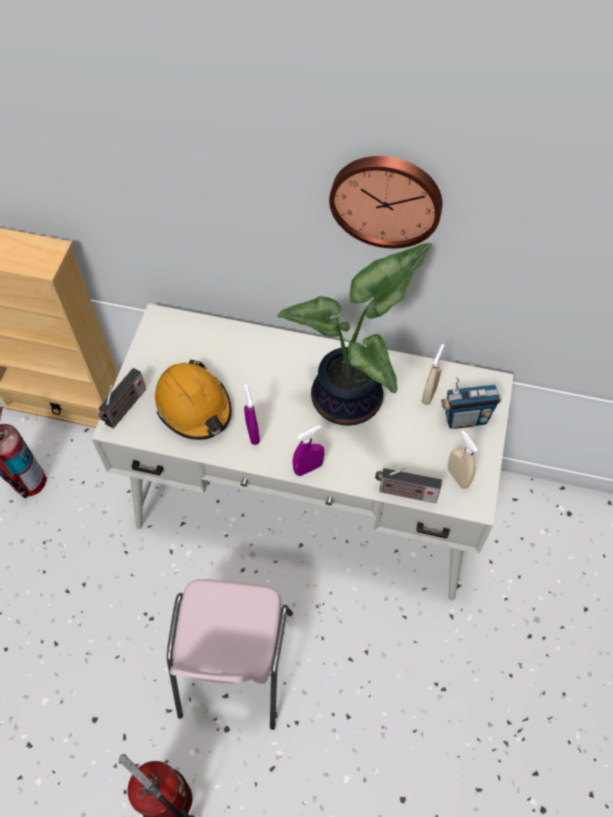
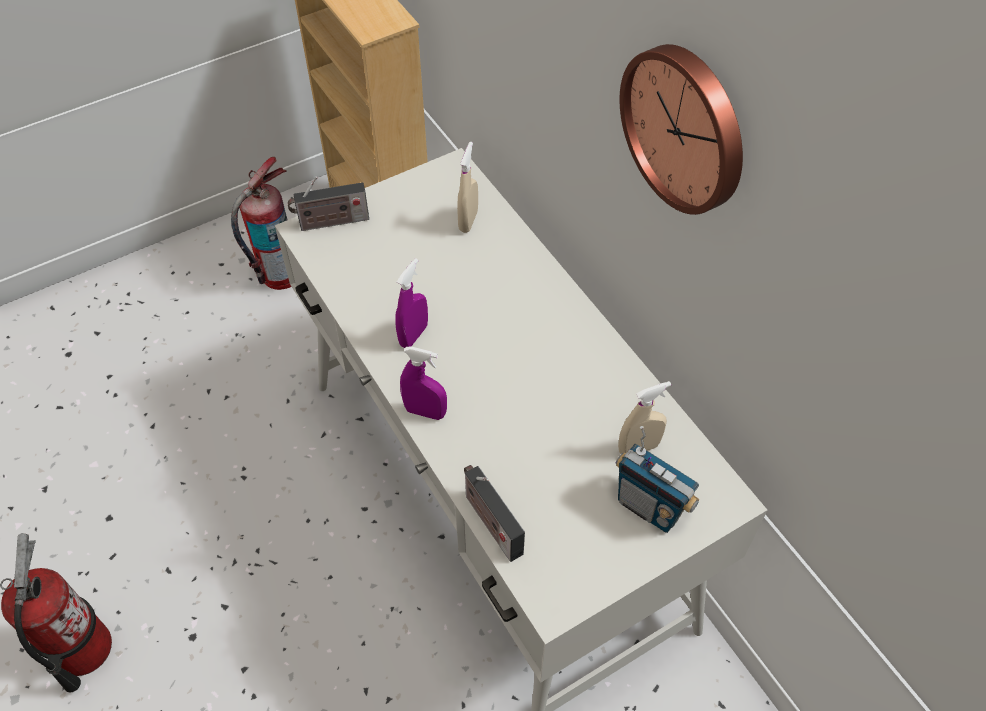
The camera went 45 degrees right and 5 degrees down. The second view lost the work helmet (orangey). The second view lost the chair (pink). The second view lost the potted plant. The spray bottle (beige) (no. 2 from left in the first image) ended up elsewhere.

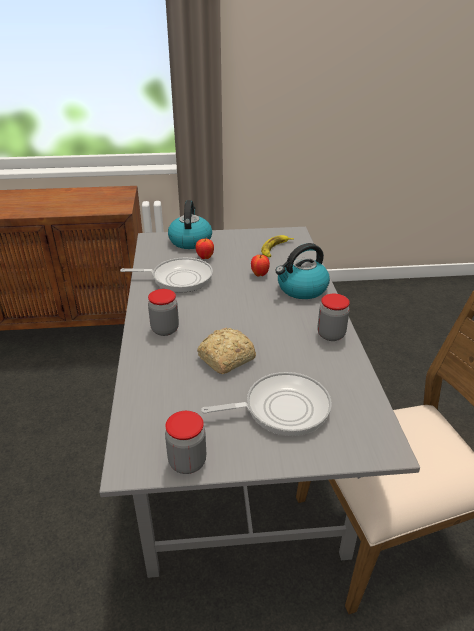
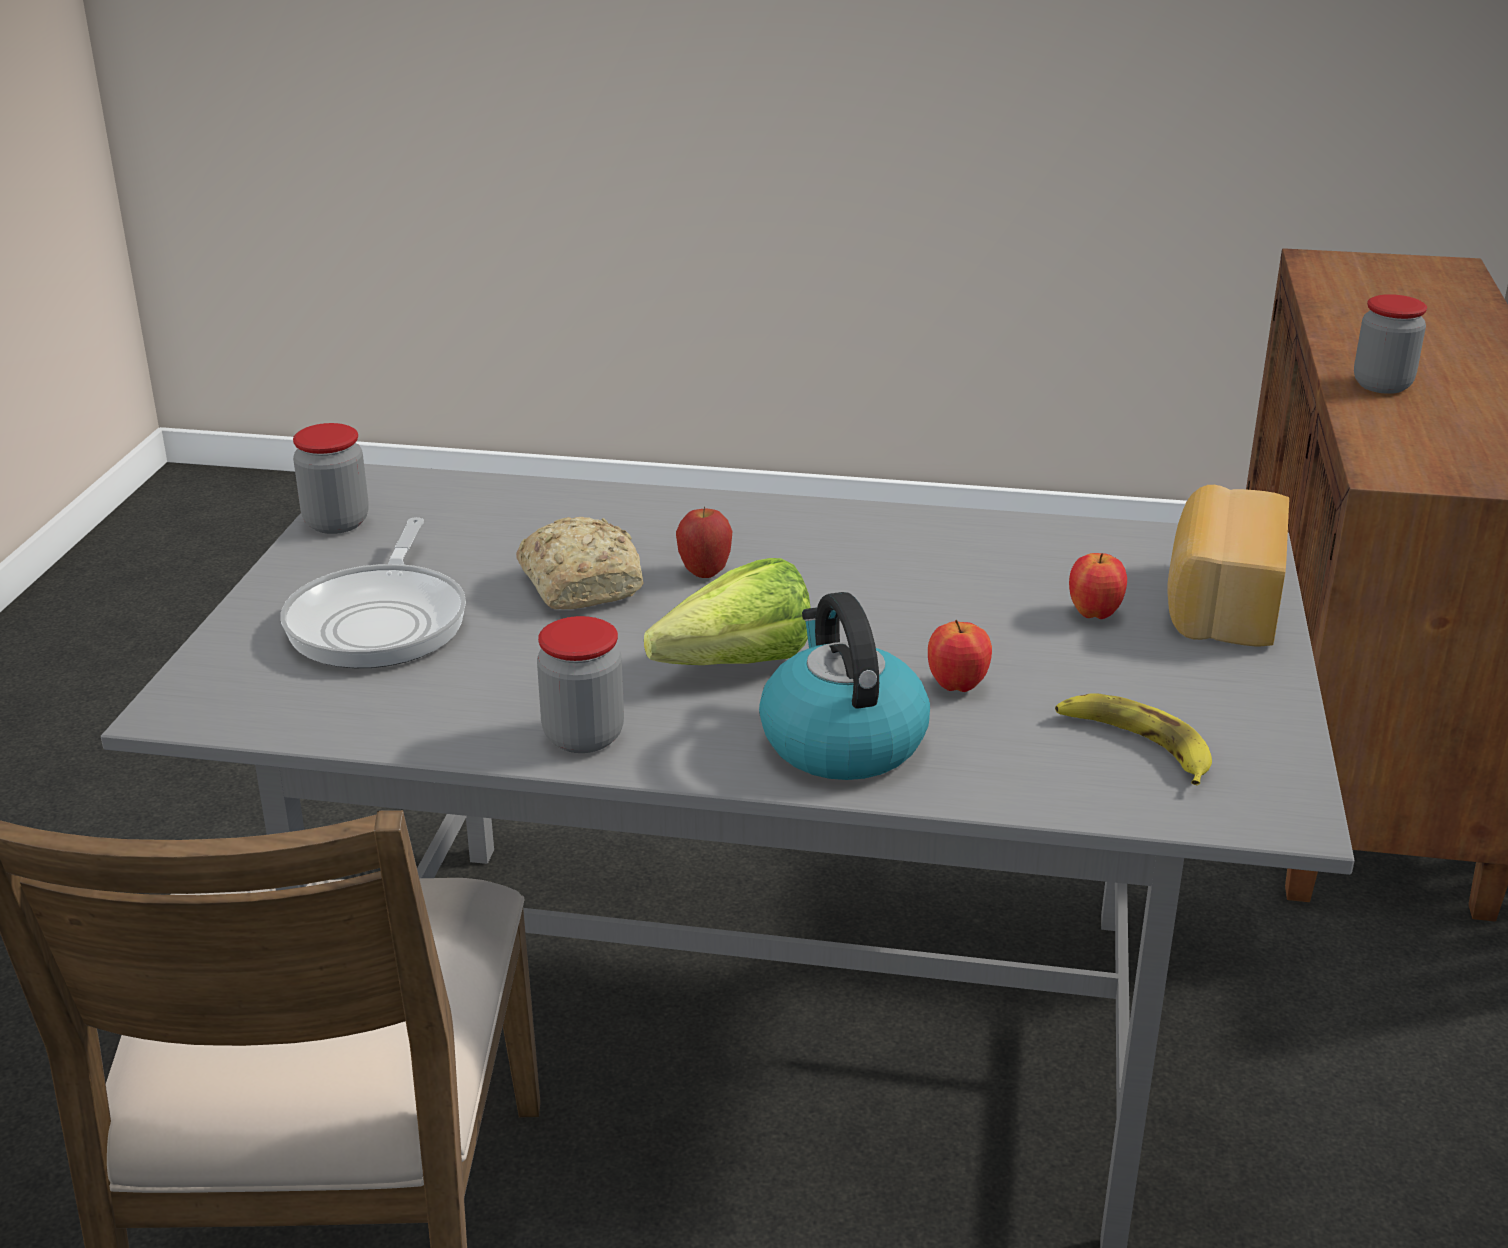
The camera went 105 degrees right and 5 degrees down. The second view lost the frying pan (no. 1 from left). The second view gained the head of lettuce. The second view gained the apple (no. 1 from left). The jar (no. 1 from left in the first image) ended up elsewhere. Where the kettle (no. 1 from left) stood, the bread (no. 2 from left) came to stand.

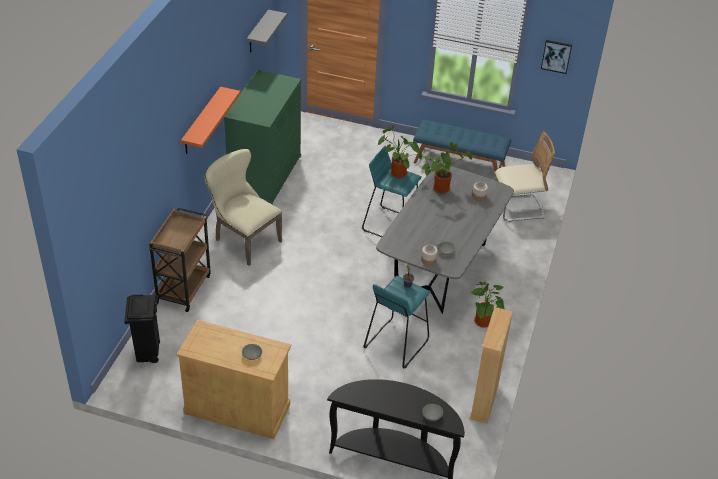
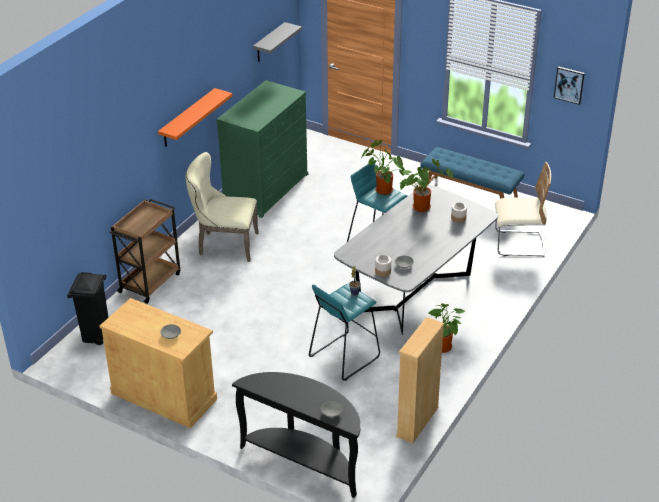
The camera went 15 degrees right and 5 degrees down. The chair (beige) (no. 1 from left) ended up facing another way, 45 degrees counterclockwise from before.

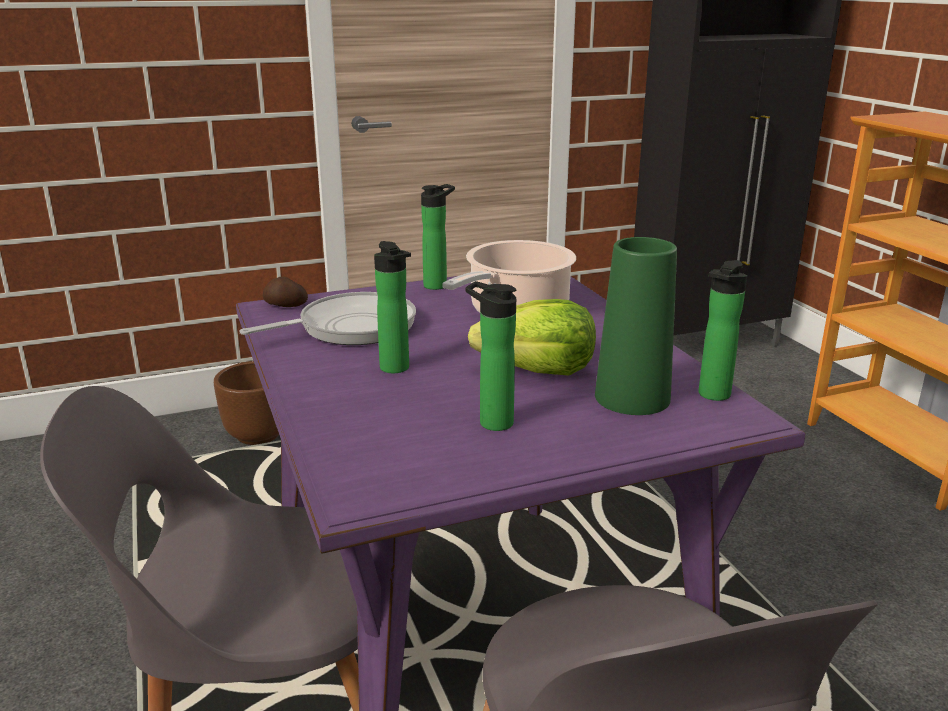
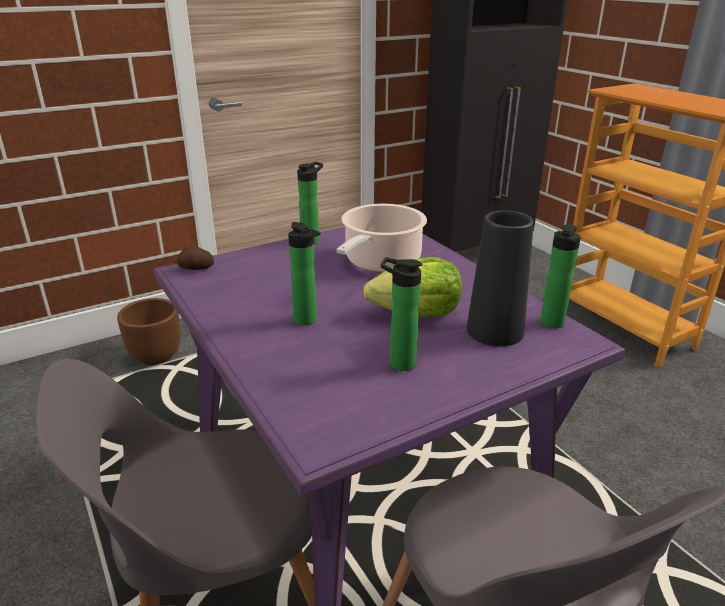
The camera went 10 degrees left and 5 degrees up. The second view lost the frying pan. What was the flower vase (green-coloured) turned into the flower vase (black).

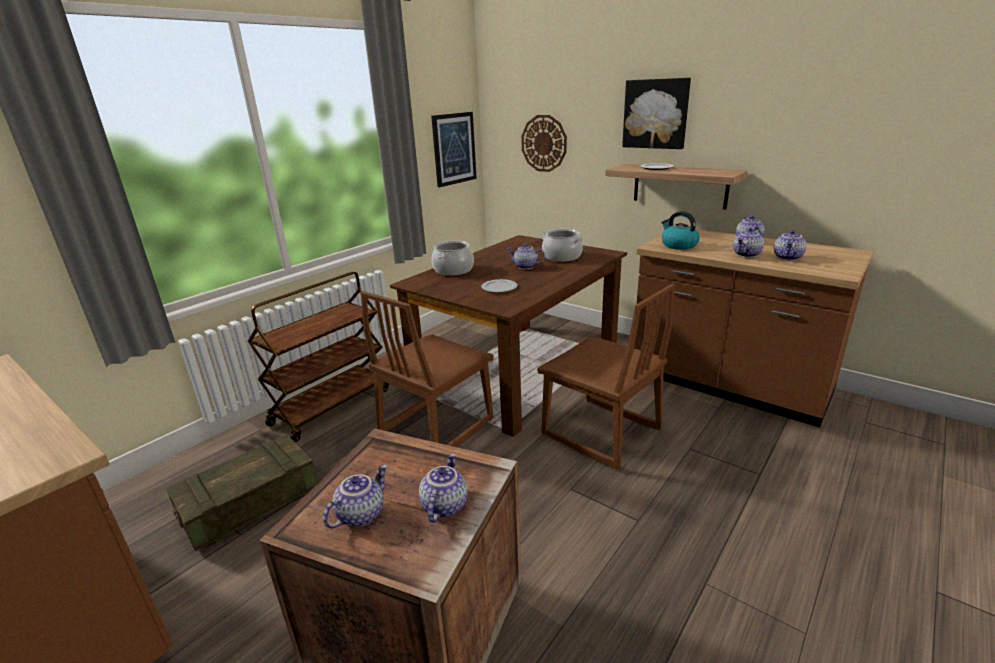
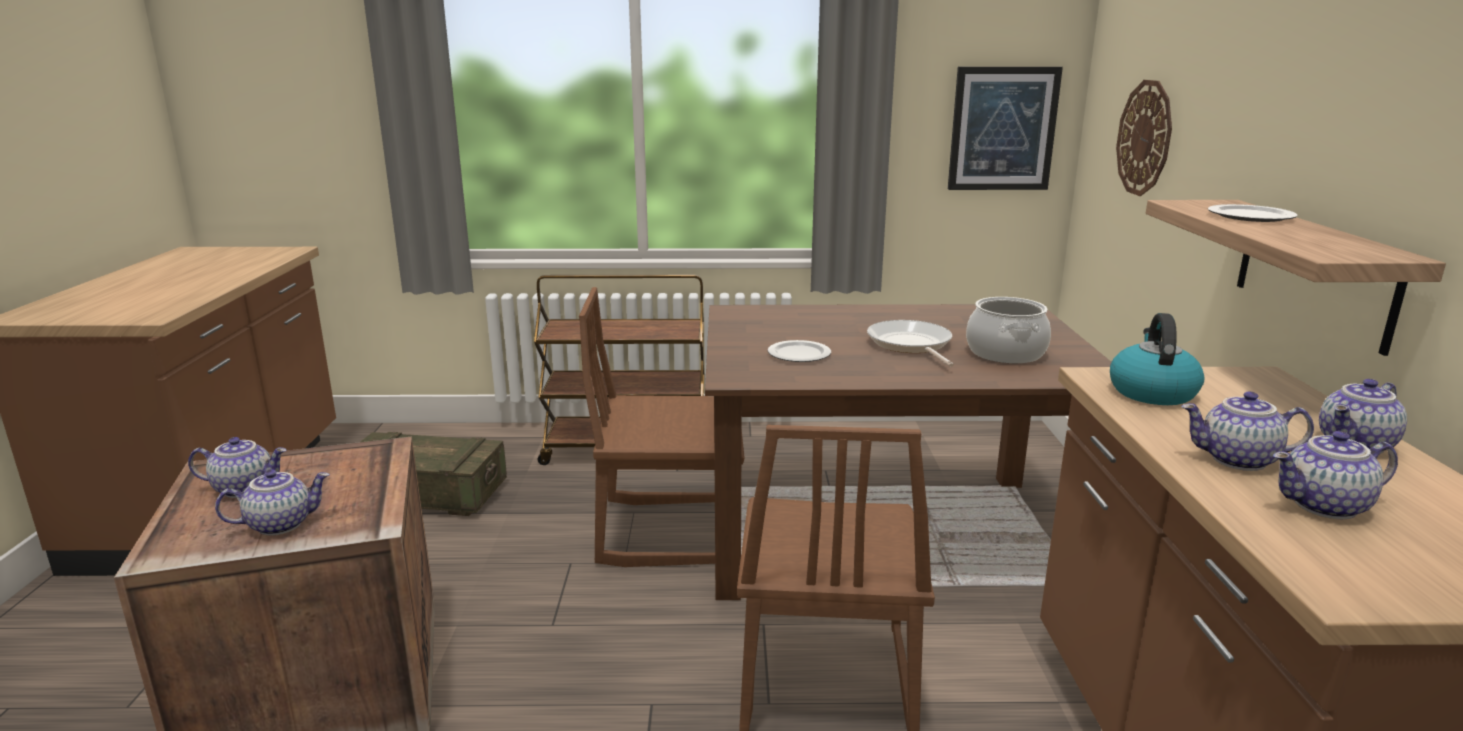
The camera went 50 degrees right and 5 degrees down. The second view lost the stockpot (no. 1 from left). The second view lost the picture (no. 2 from left). Where the pot for tea (no. 3 from left) stood, the frying pan came to stand.

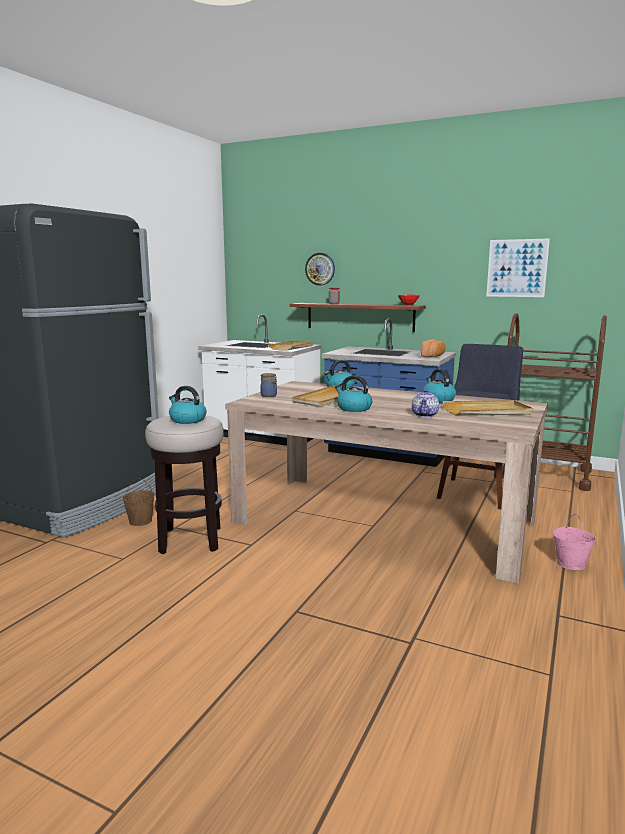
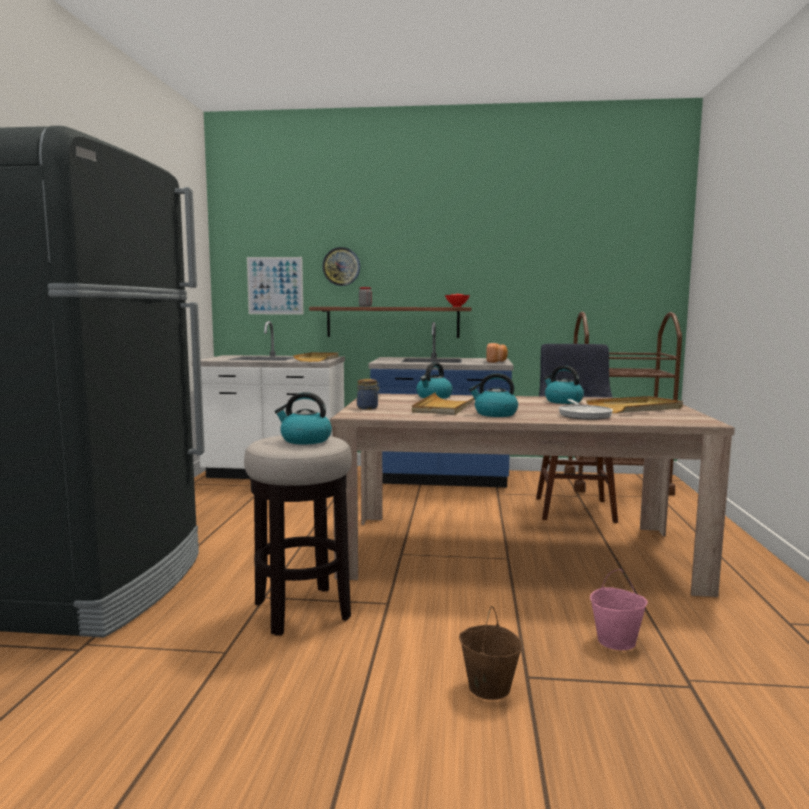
The camera went 20 degrees left and 5 degrees down. The bucket (brownish) ended up elsewhere. The picture ended up elsewhere. The bucket (pink) ended up elsewhere. Where the pot for tea stood, the frying pan came to stand.

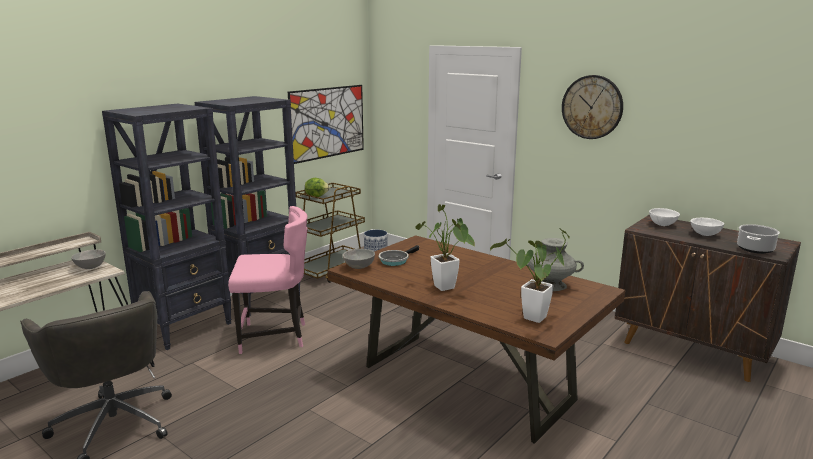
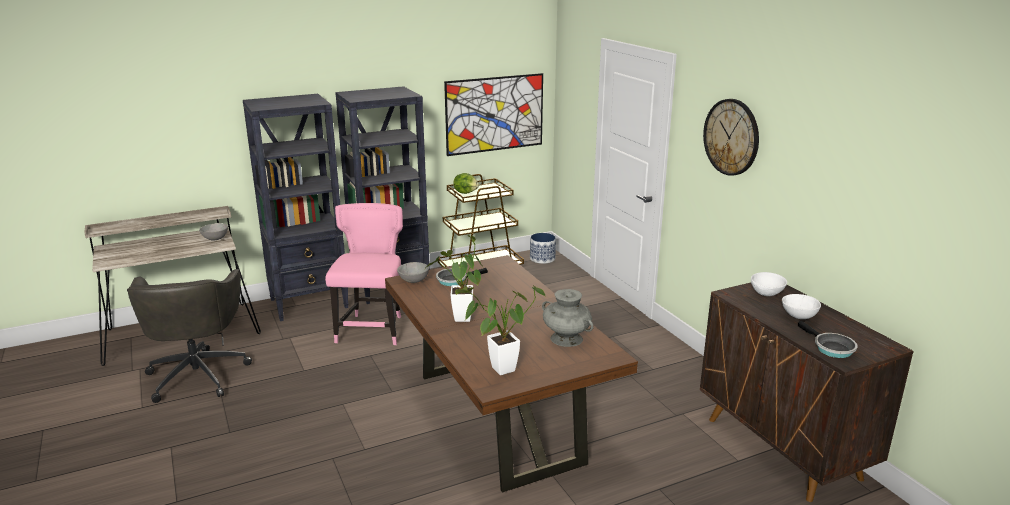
The camera went 25 degrees right and 5 degrees up. Where the stockpot stood, the frying pan (no. 2 from left) came to stand. The chair (pink) ended up facing another way, 105 degrees counterclockwise from before.

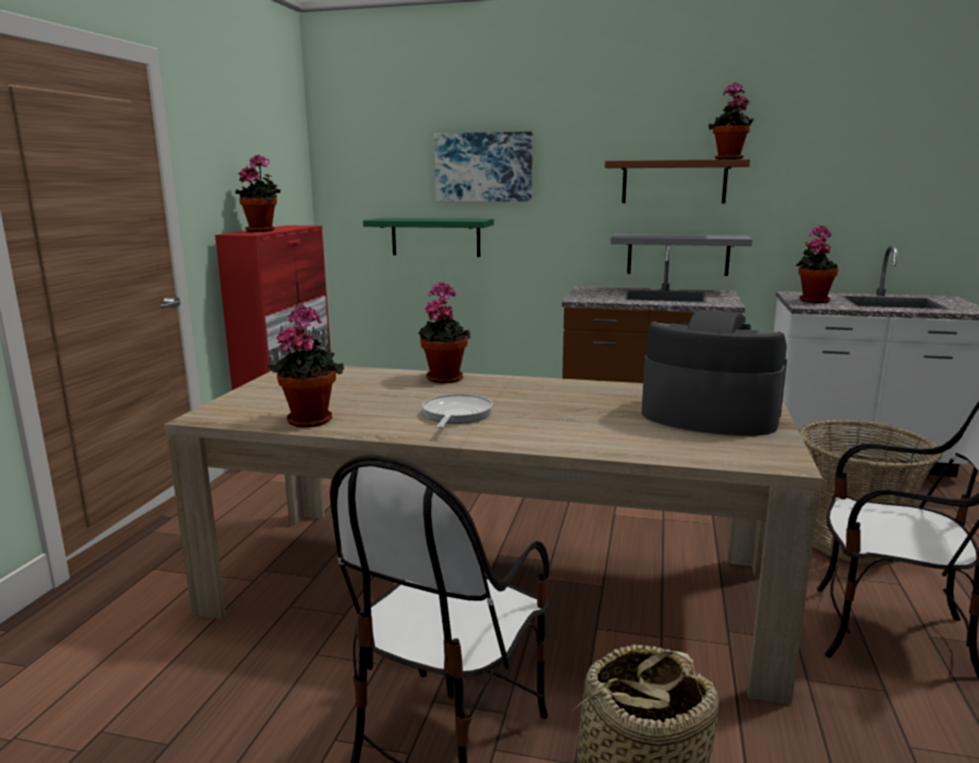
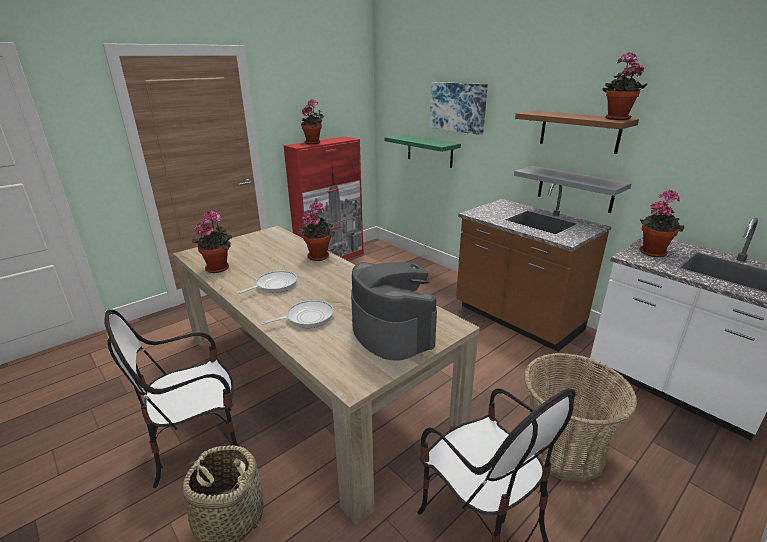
The camera went 35 degrees right and 10 degrees up. The second view gained the frying pan (no. 2 from left).

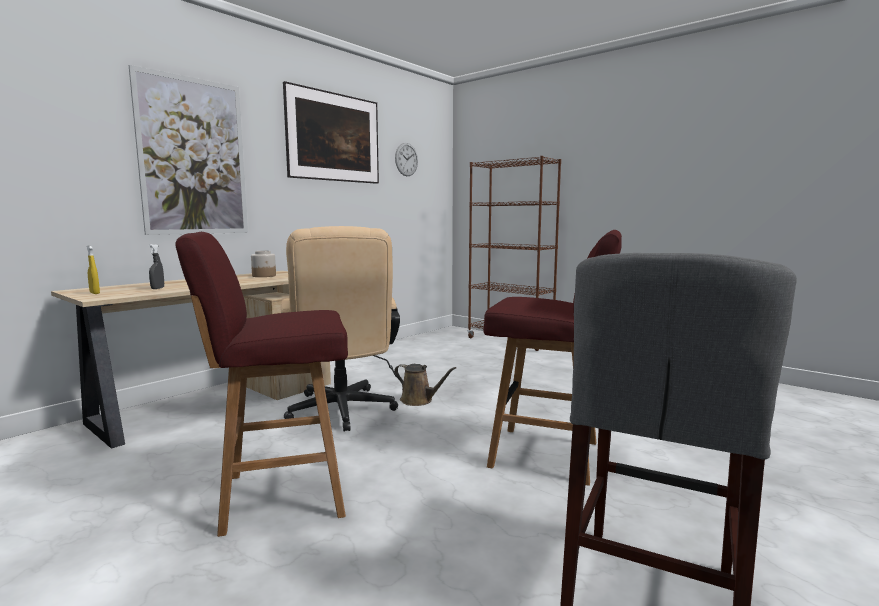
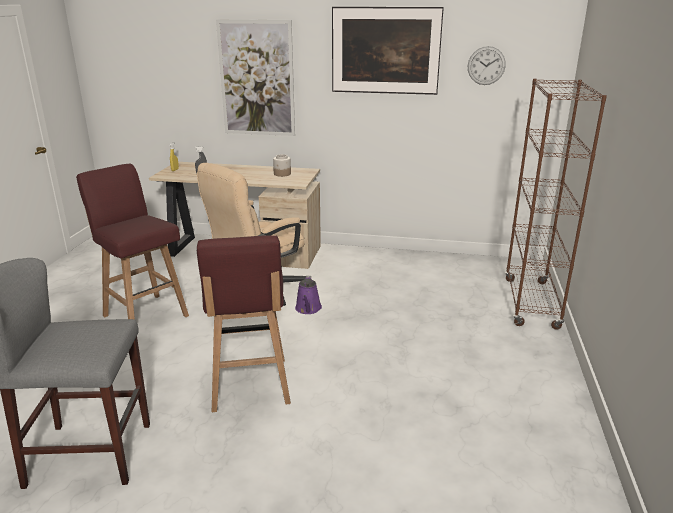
The camera went 60 degrees right and 15 degrees up. What was the watering pot (brownish) turned into the watering pot (purplish).

